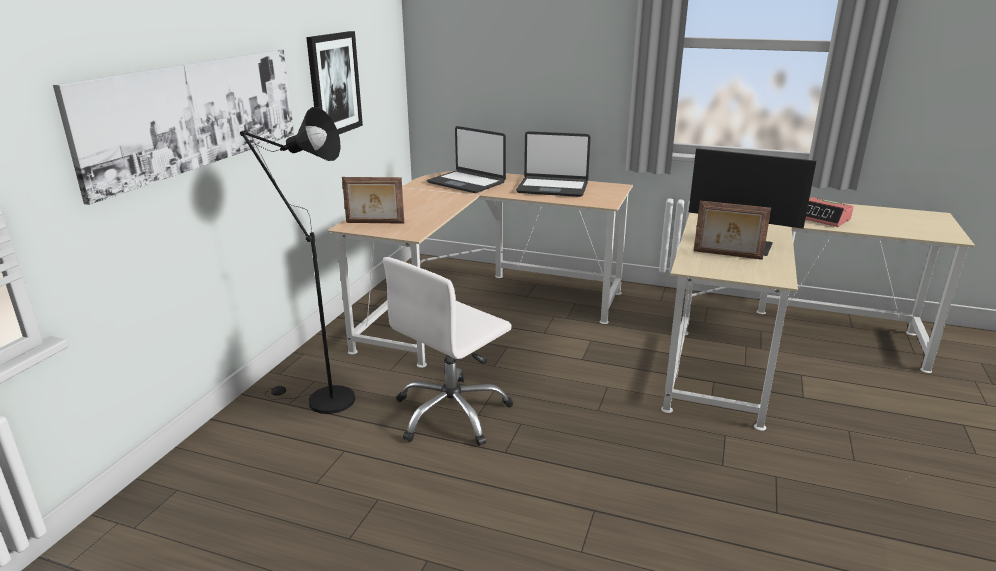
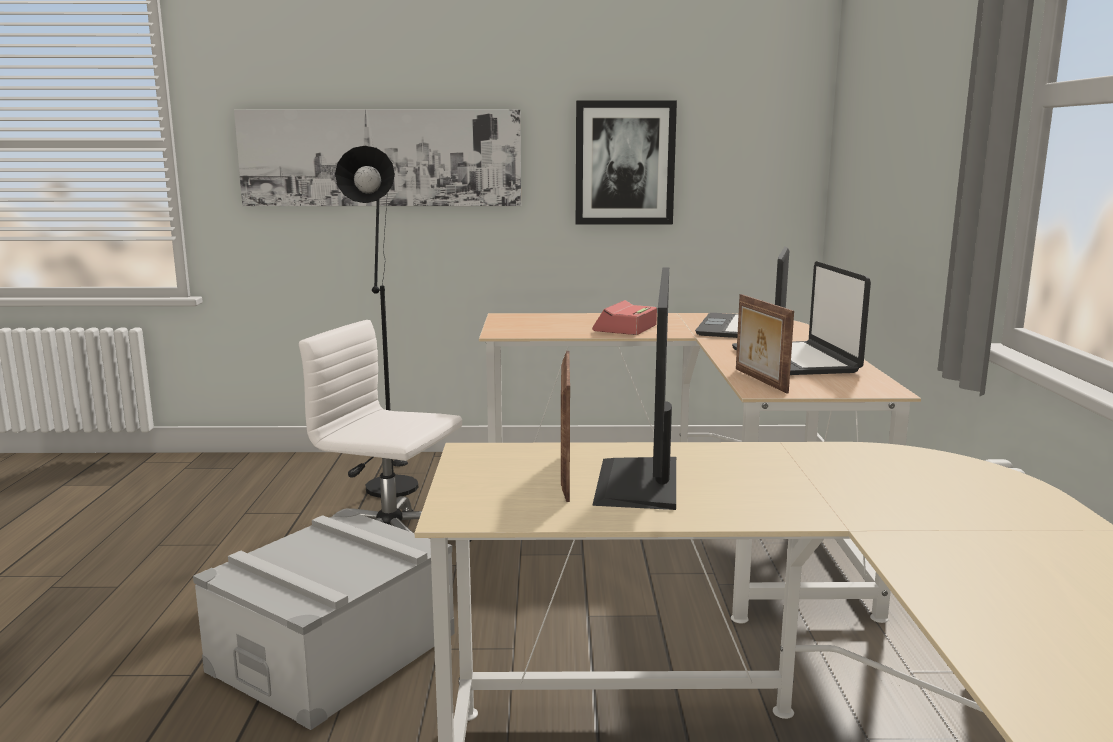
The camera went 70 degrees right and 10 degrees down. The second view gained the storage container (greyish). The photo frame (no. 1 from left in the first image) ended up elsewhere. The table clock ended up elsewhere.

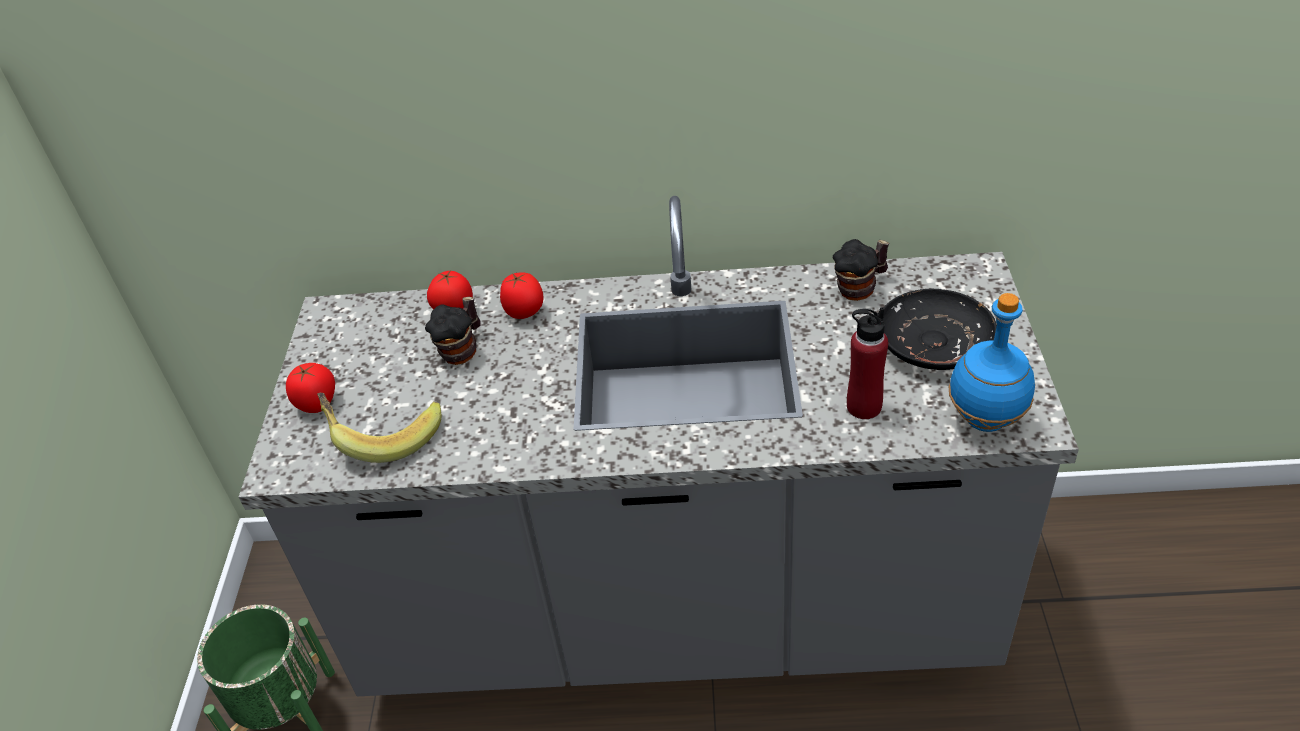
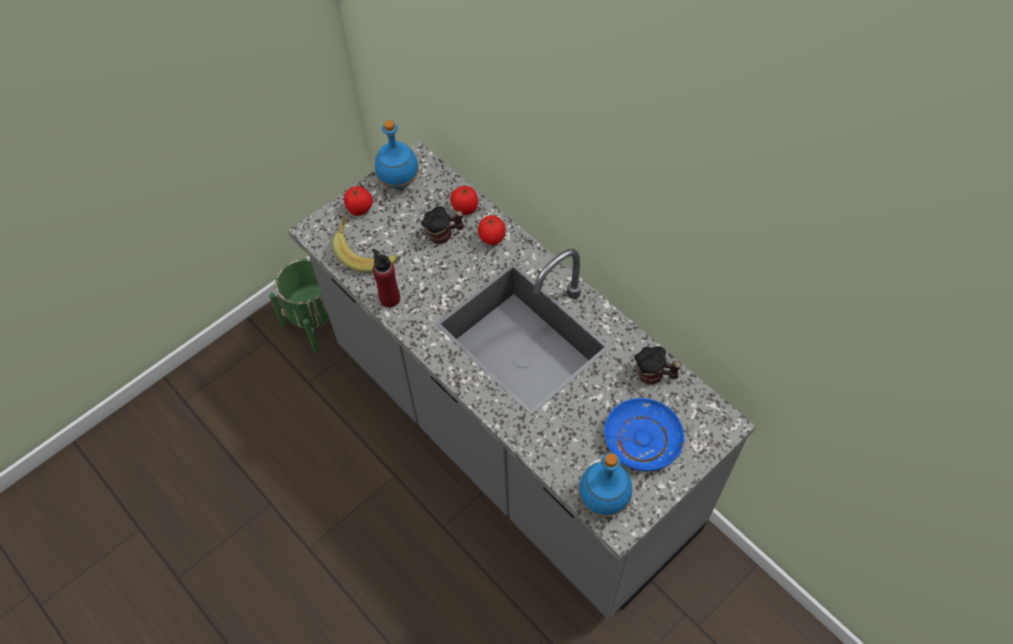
The camera went 45 degrees right and 15 degrees up. The second view gained the bottle (bluish) (no. 1 from left). The bottle (reddish) ended up elsewhere. What was the flat dish (black) turned into the flat dish (bluish).

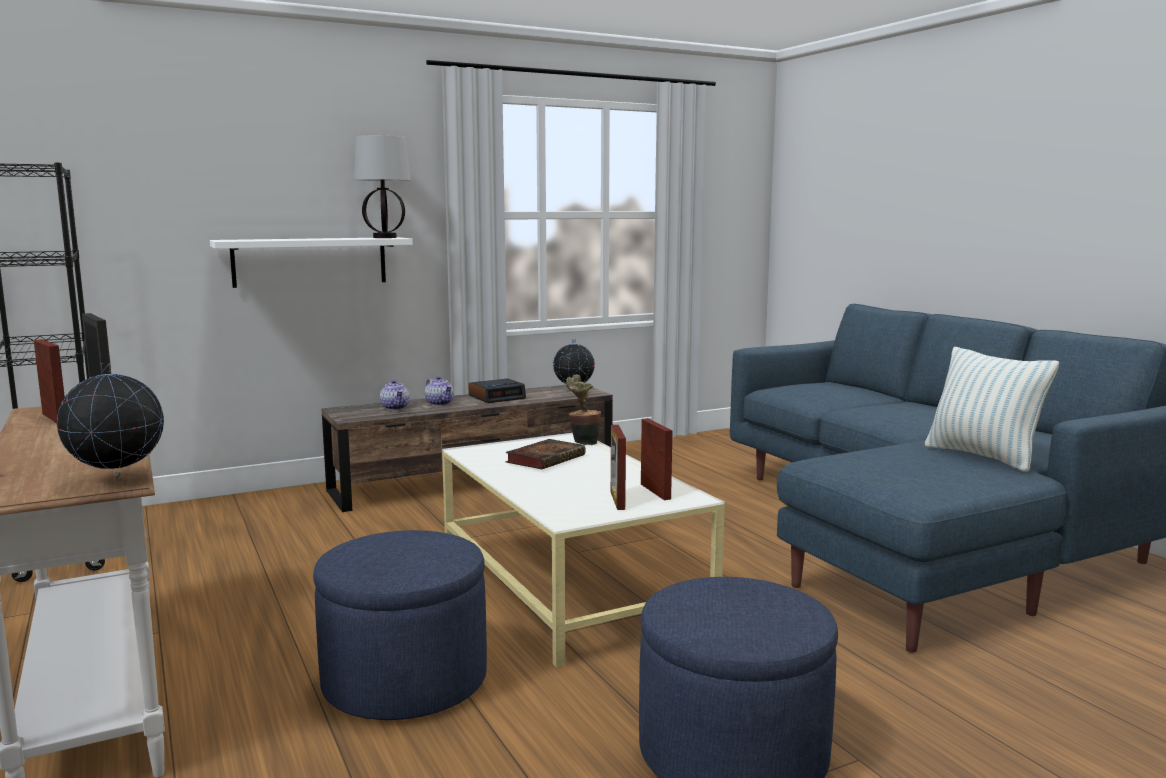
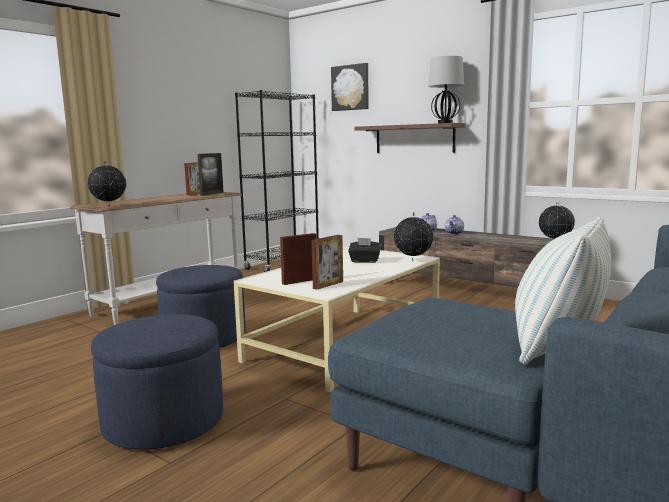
The camera went 65 degrees right and 0 degrees up. The second view lost the table clock. The second view gained the picture. Where the book stood, the box of tissues (black) came to stand. Where the potted plant stood, the desk globe (no. 2 from left) came to stand. What was the bracket shelf (white-coloured) turned into the bracket shelf (brownish).

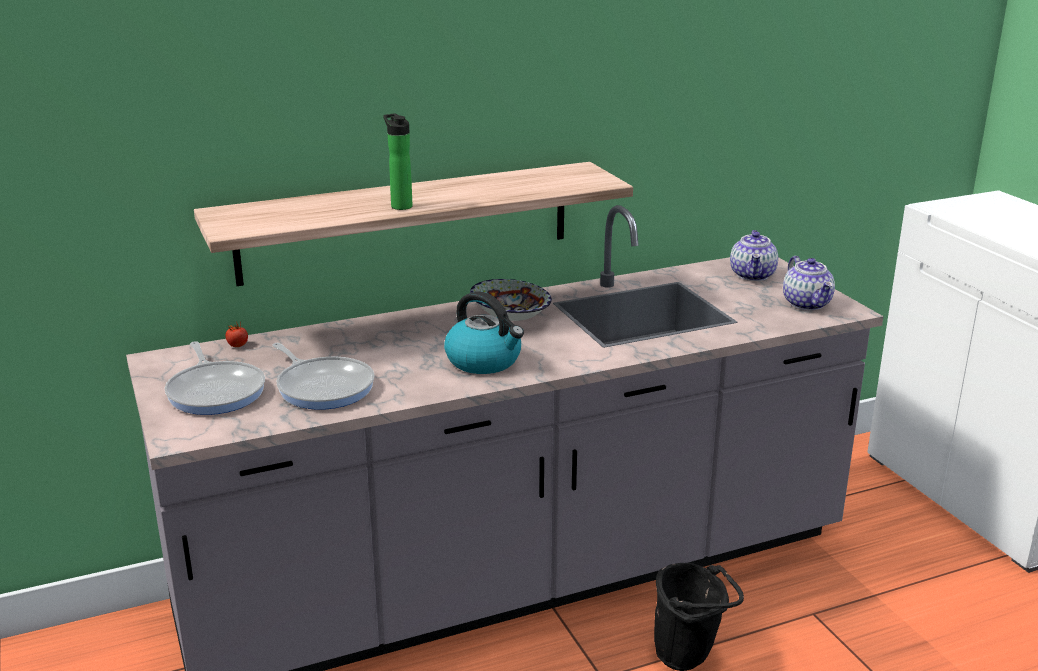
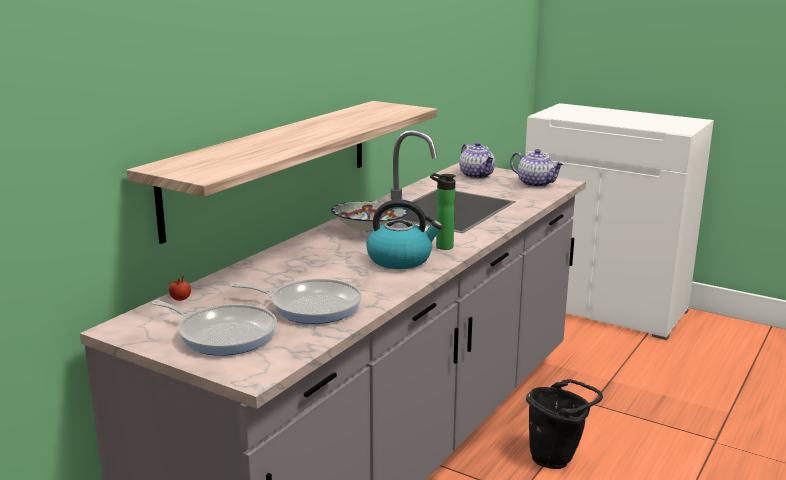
The camera went 35 degrees left and 5 degrees down. The bottle ended up elsewhere.

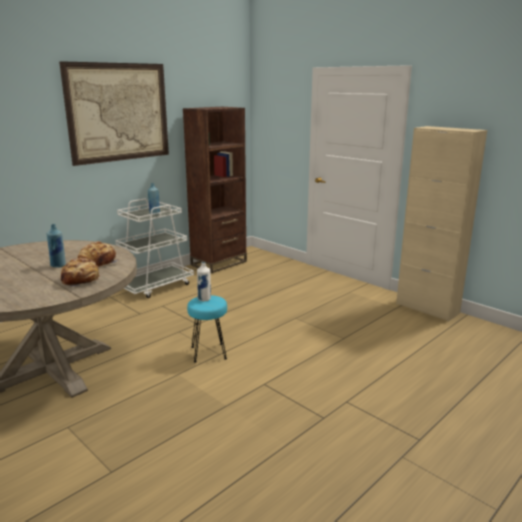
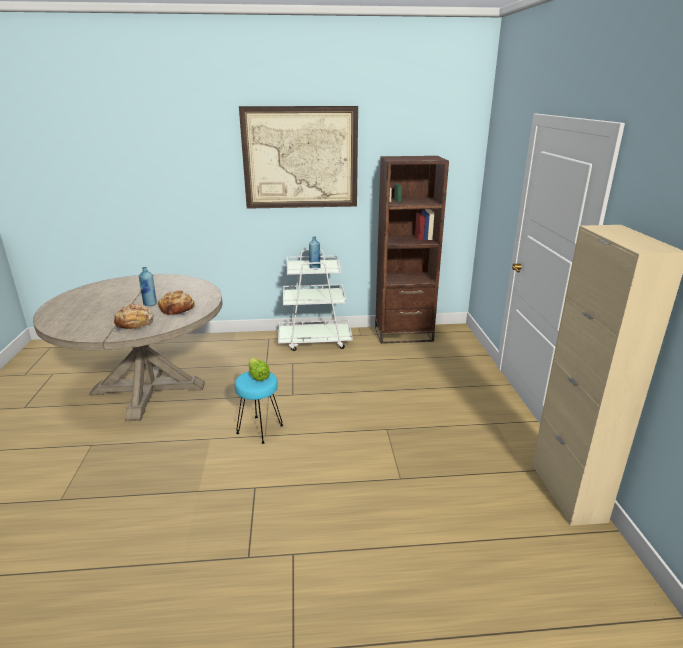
The camera went 40 degrees right and 5 degrees up. Where the bottle (white-coloured) stood, the head of lettuce came to stand.

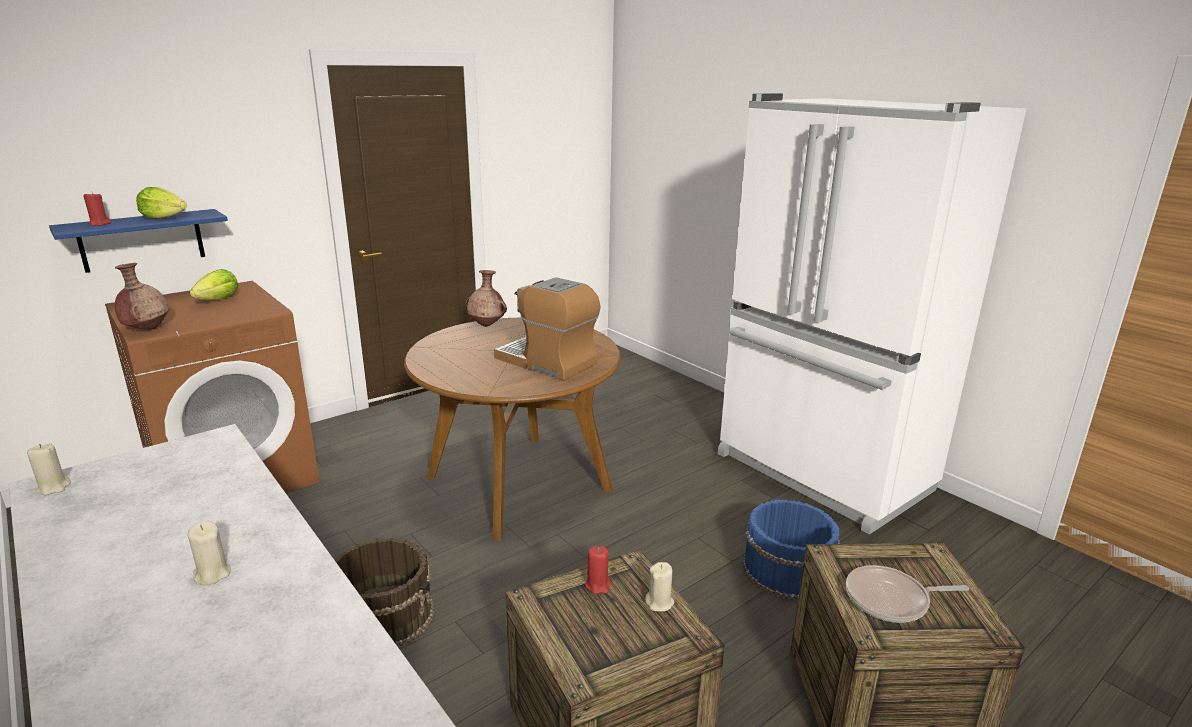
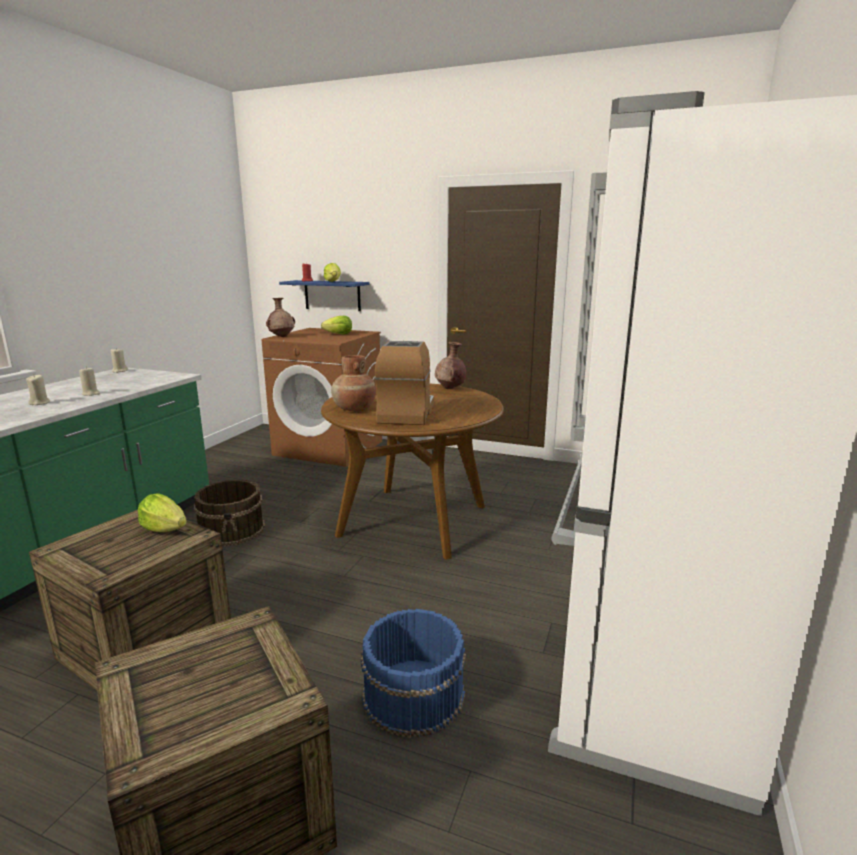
The camera went 60 degrees right and 5 degrees down. The second view lost the frying pan. The second view gained the flower vase (brownish) (no. 2 from left). The candle (beige) (no. 3 from left in the first image) ended up elsewhere. Where the candle (reddish) (no. 2 from left) stood, the head of lettuce (no. 1 from left) came to stand.

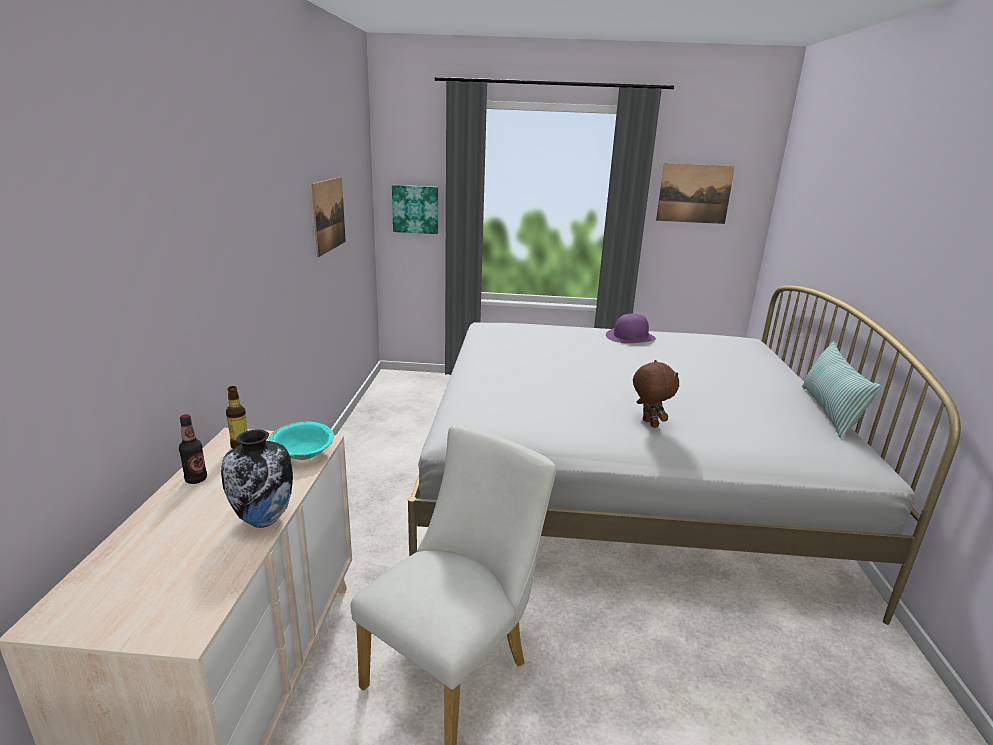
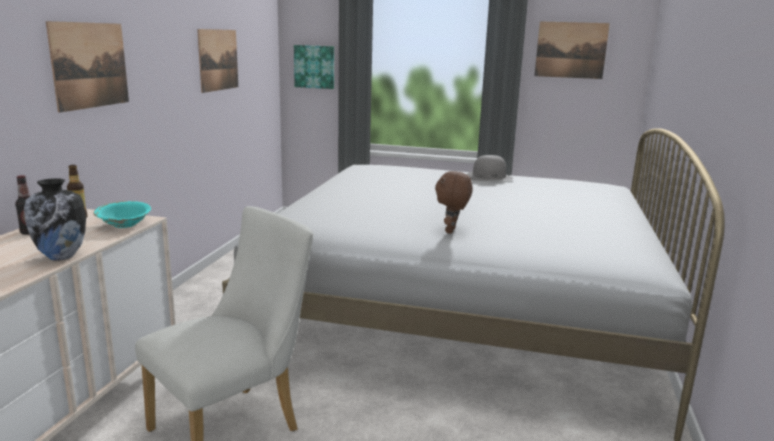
The camera went 10 degrees right and 5 degrees down. The second view lost the throw pillow. The second view gained the picture (no. 1 from left). What was the wearable hat (purplish) turned into the wearable hat (greyish). The plush toy (brownish) ended up facing another way, 150 degrees counterclockwise from before.

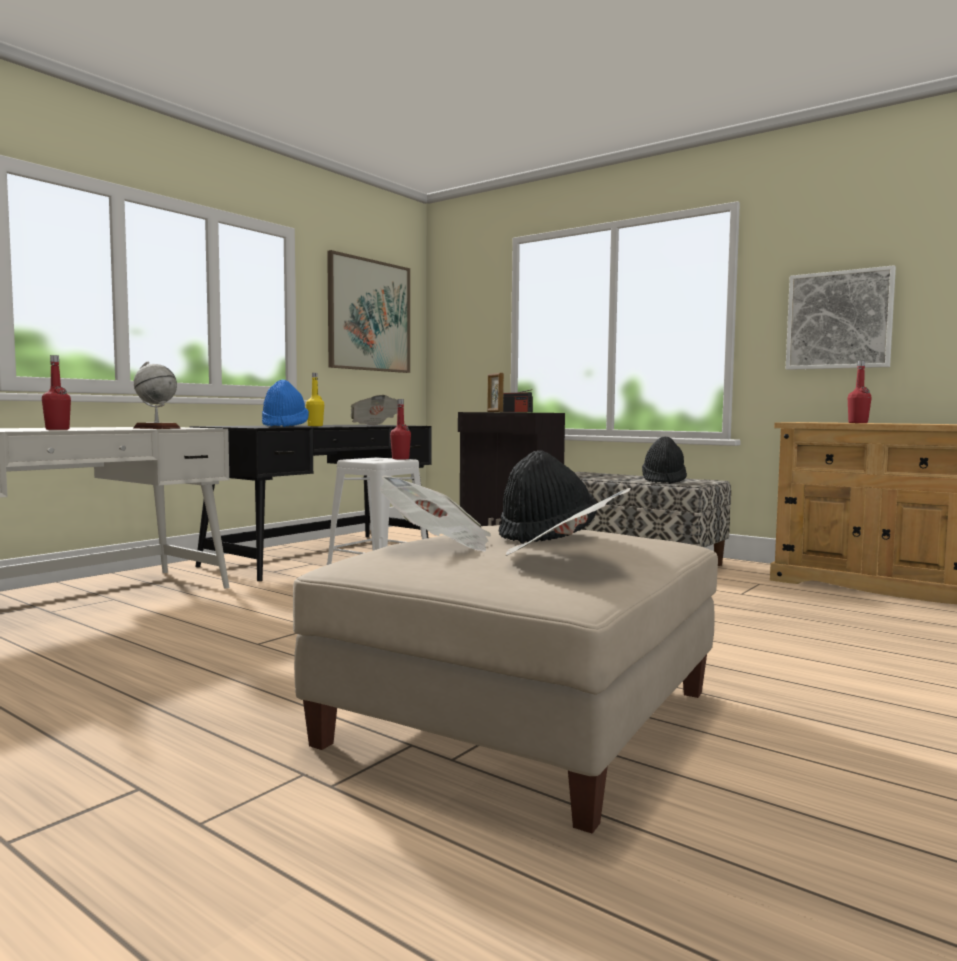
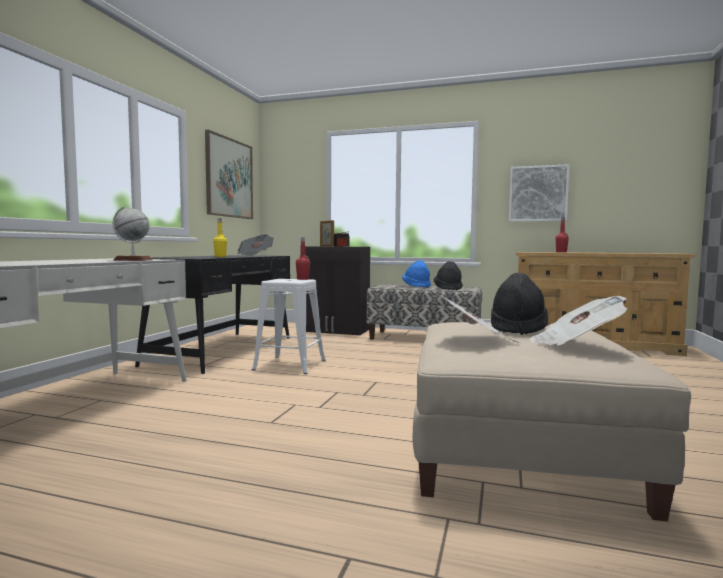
The camera went 20 degrees left and 0 degrees up. The second view lost the bottle (reddish) (no. 1 from left). The wearable hat (bluish) ended up elsewhere.

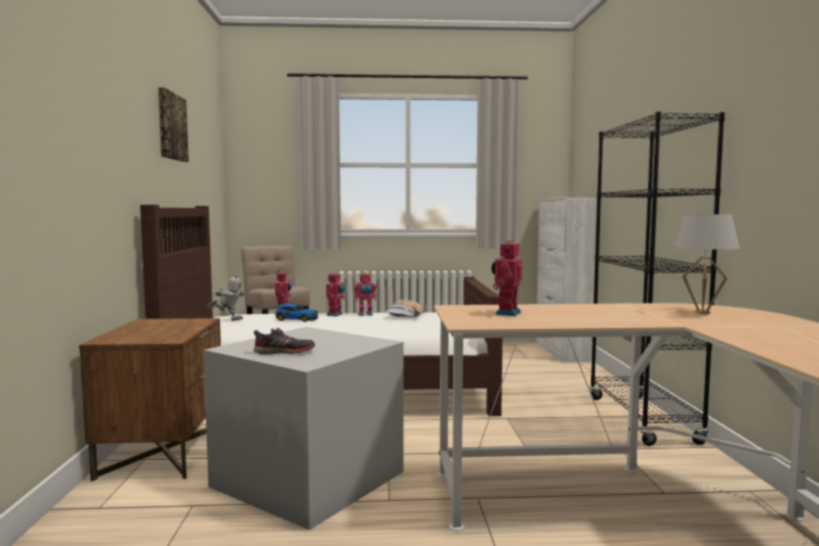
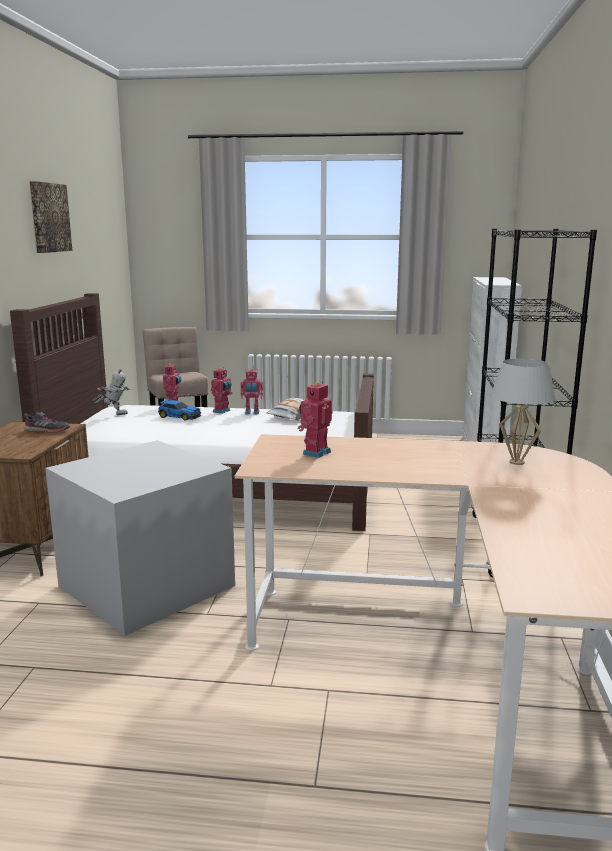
The camera went 10 degrees right and 10 degrees up. The item of footwear (greyish) ended up elsewhere.

